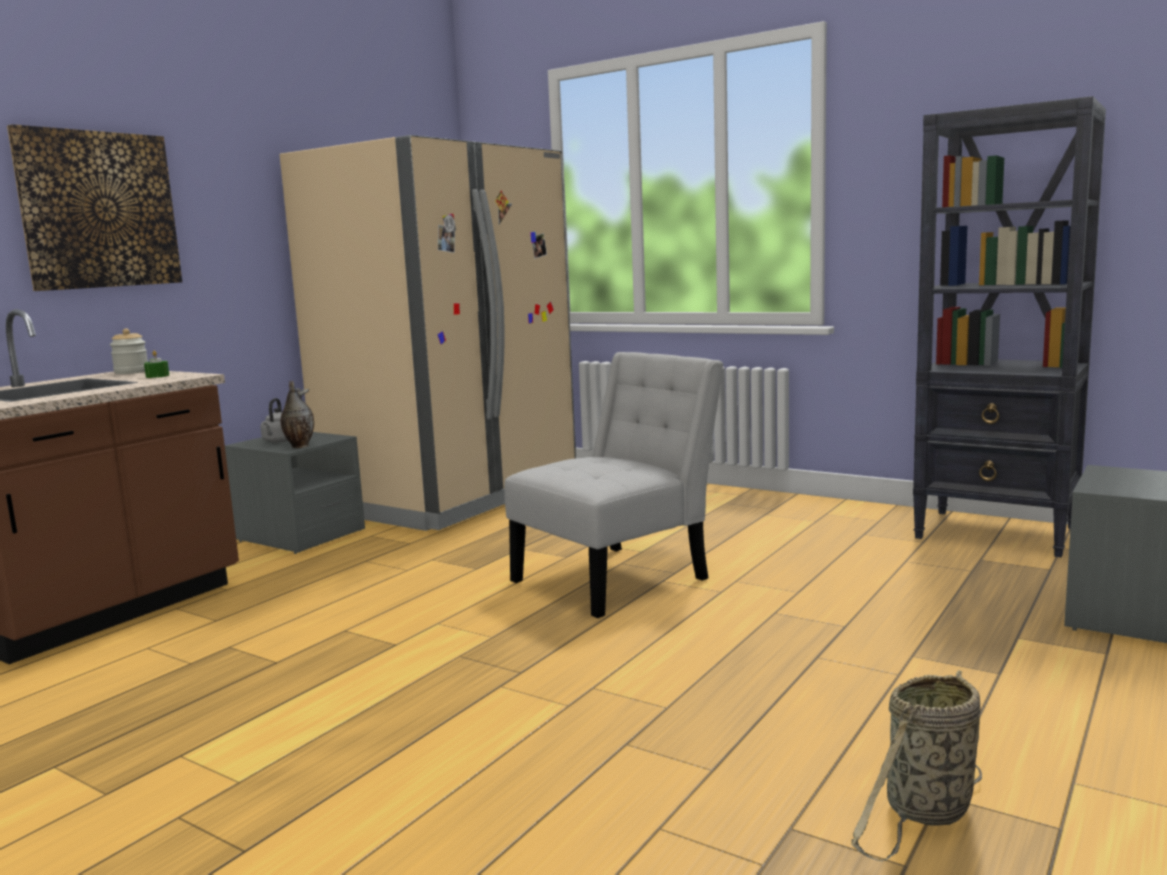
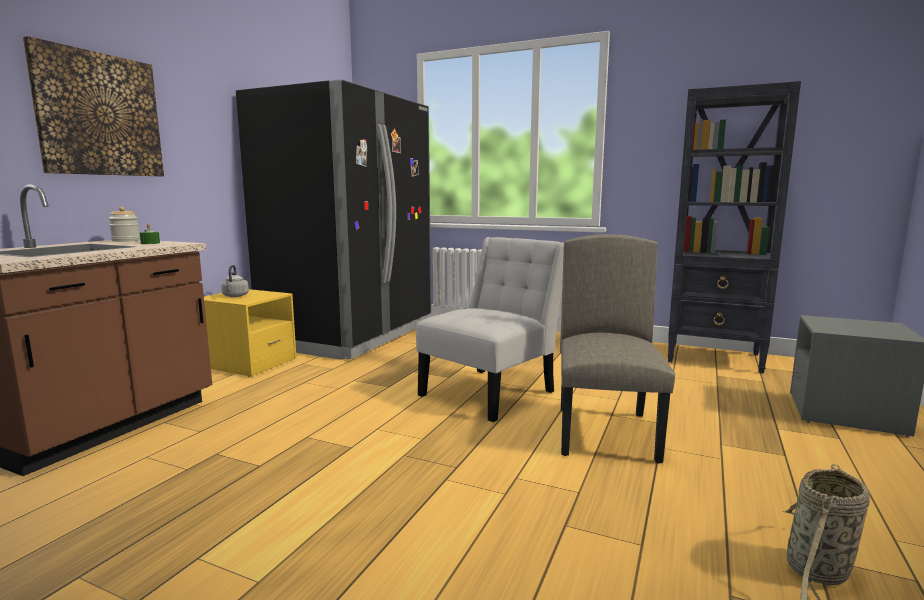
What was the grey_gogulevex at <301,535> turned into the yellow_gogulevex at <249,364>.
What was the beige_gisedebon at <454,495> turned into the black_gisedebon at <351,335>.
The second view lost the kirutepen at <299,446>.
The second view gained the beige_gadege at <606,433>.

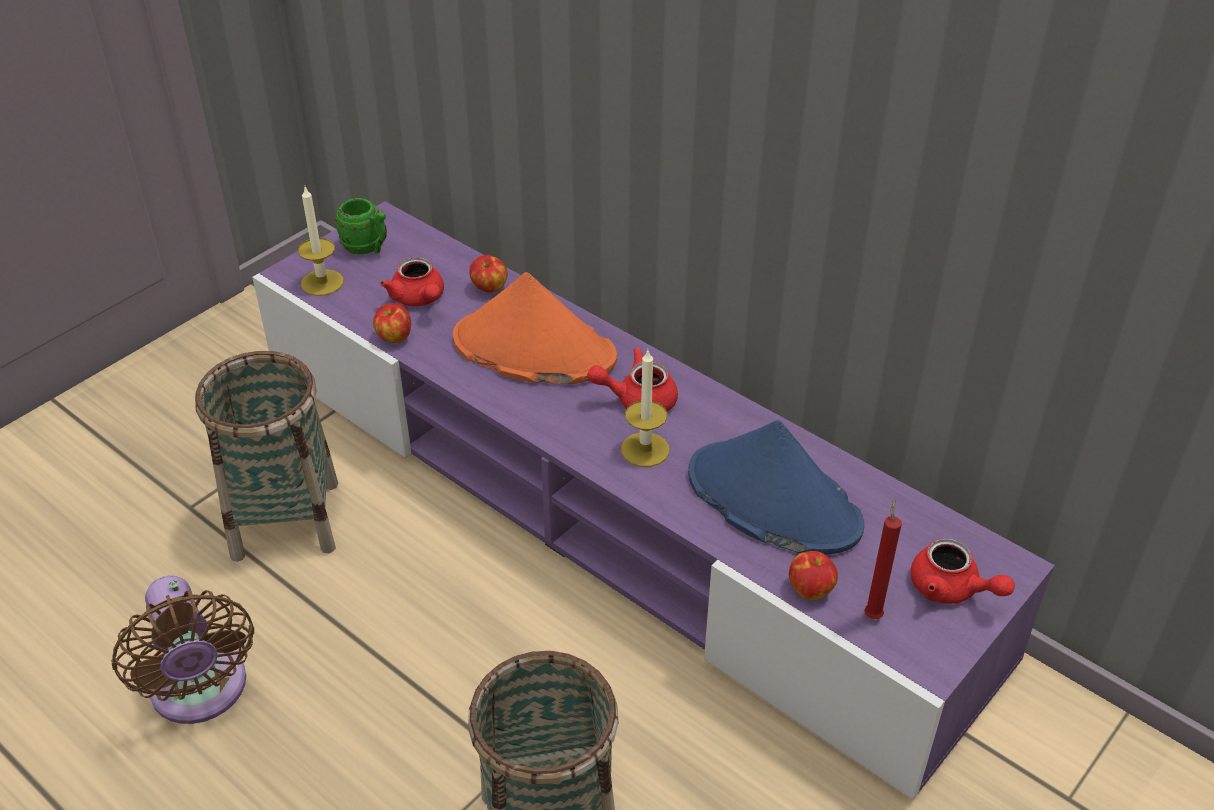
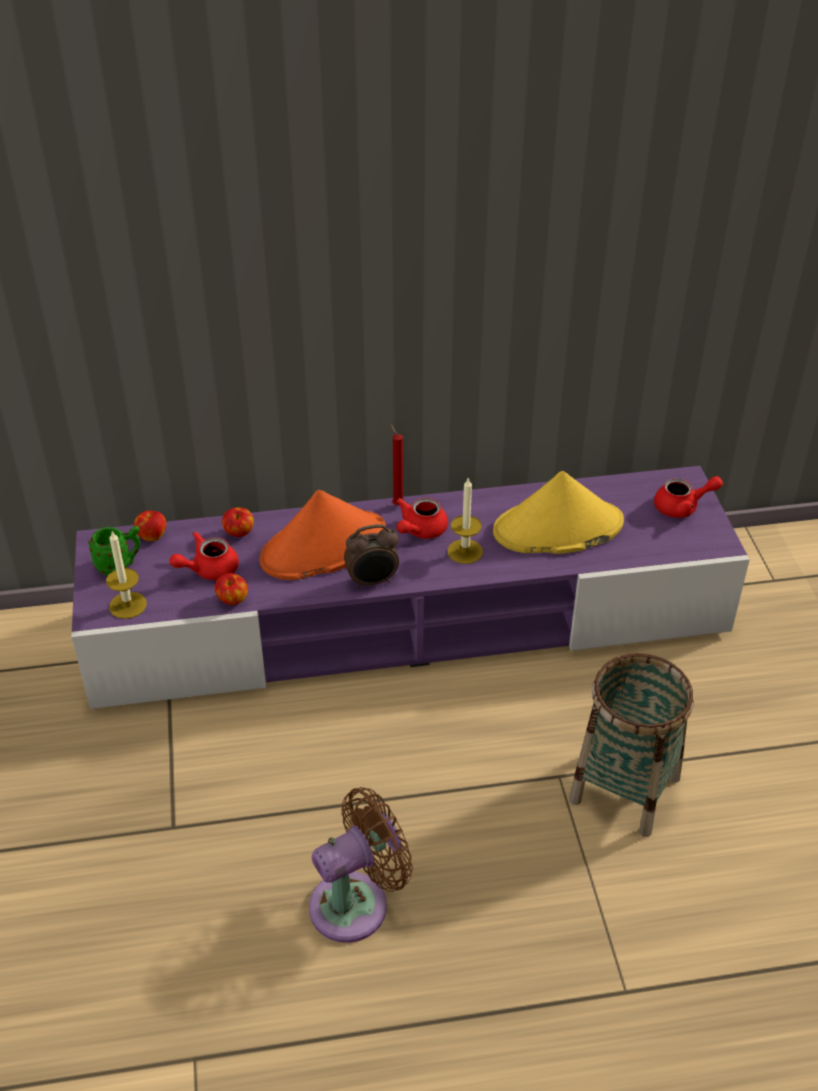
The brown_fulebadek at <201,693> ended up facing another way, 45 degrees counterclockwise from before.
The second view lost the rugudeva at <286,519>.
The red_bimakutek at <419,299> ended up facing another way, 135 degrees clockwise from before.
What was the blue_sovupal at <772,500> turned into the yellow_sovupal at <557,528>.
The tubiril ended up elsewhere, having gone from <810,589> to <152,536>.
The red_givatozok ended up elsewhere, having gone from <873,614> to <397,504>.
The second view gained the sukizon at <372,581>.

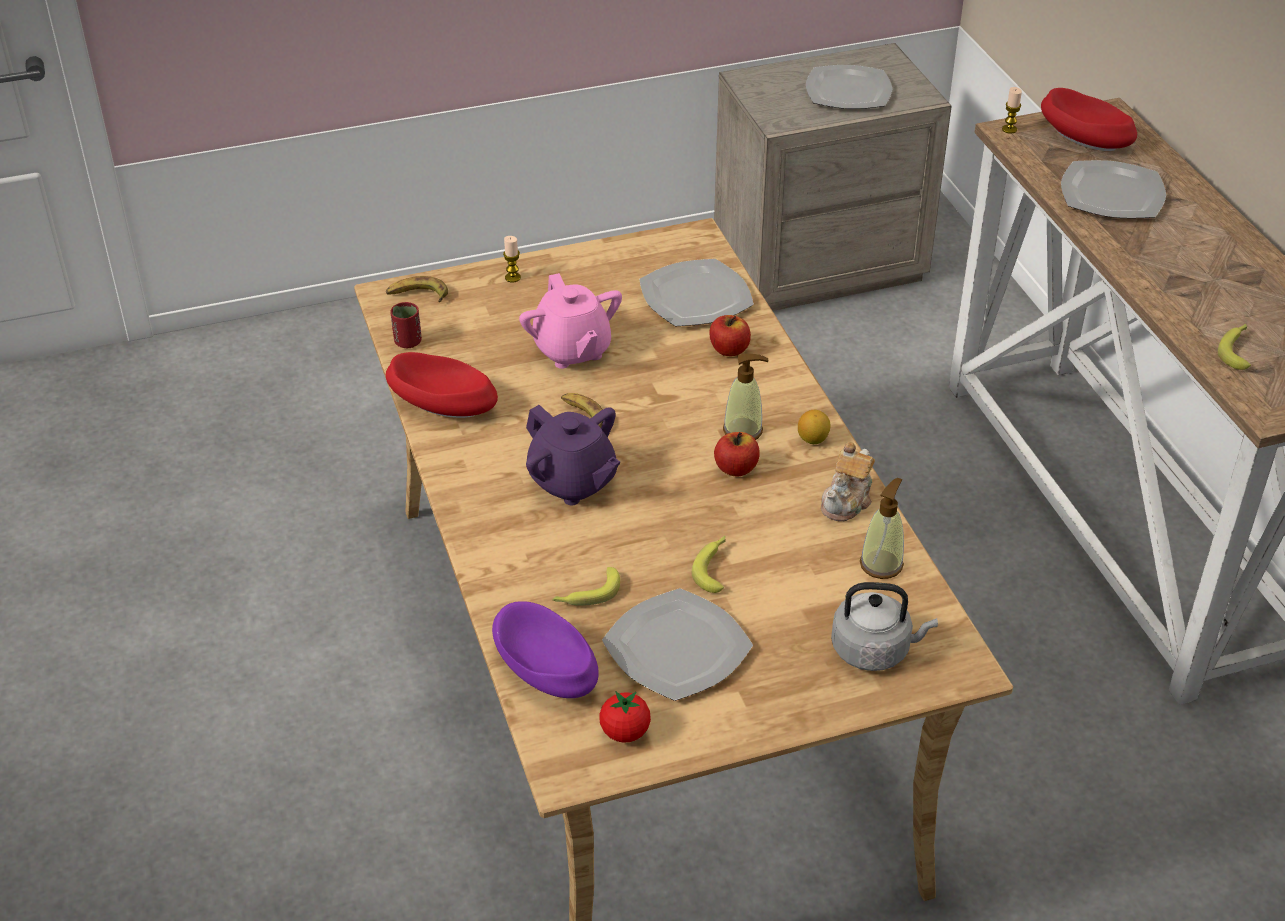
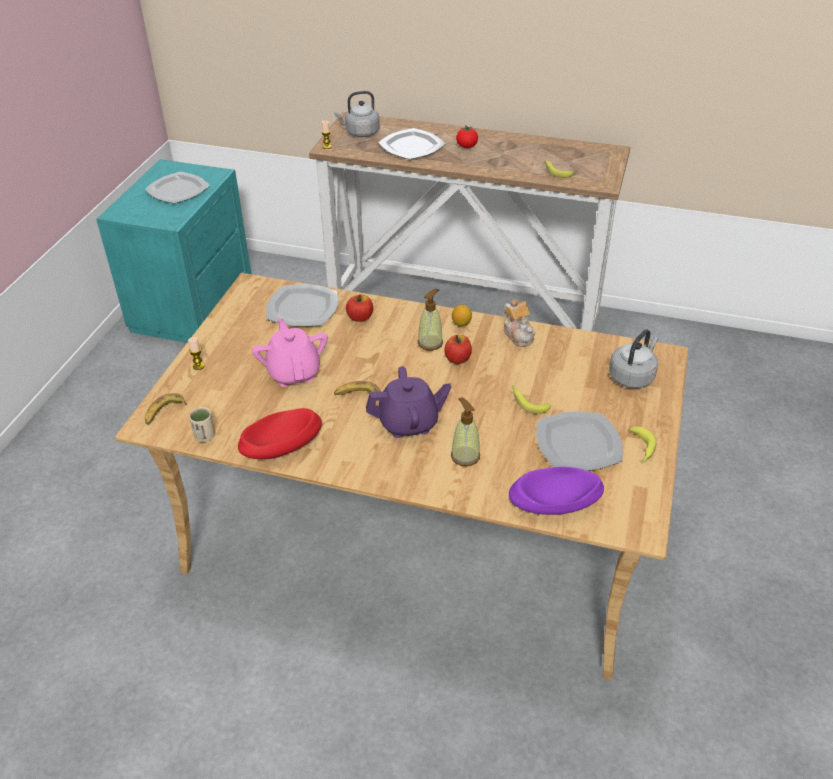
What was the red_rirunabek at <408,342> turned into the beige_rirunabek at <204,436>.
The pink_bimakutek at <572,350> ended up facing another way, 120 degrees counterclockwise from before.
The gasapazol ended up elsewhere, having gone from <587,594> to <642,448>.
The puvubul ended up elsewhere, having gone from <625,732> to <466,146>.
What was the beige_gogulevex at <818,263> turned into the turquoise_gogulevex at <190,305>.
The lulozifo ended up elsewhere, having gone from <881,564> to <465,456>.
Where the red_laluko stood at <1084,137>, the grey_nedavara came to stand at <360,133>.

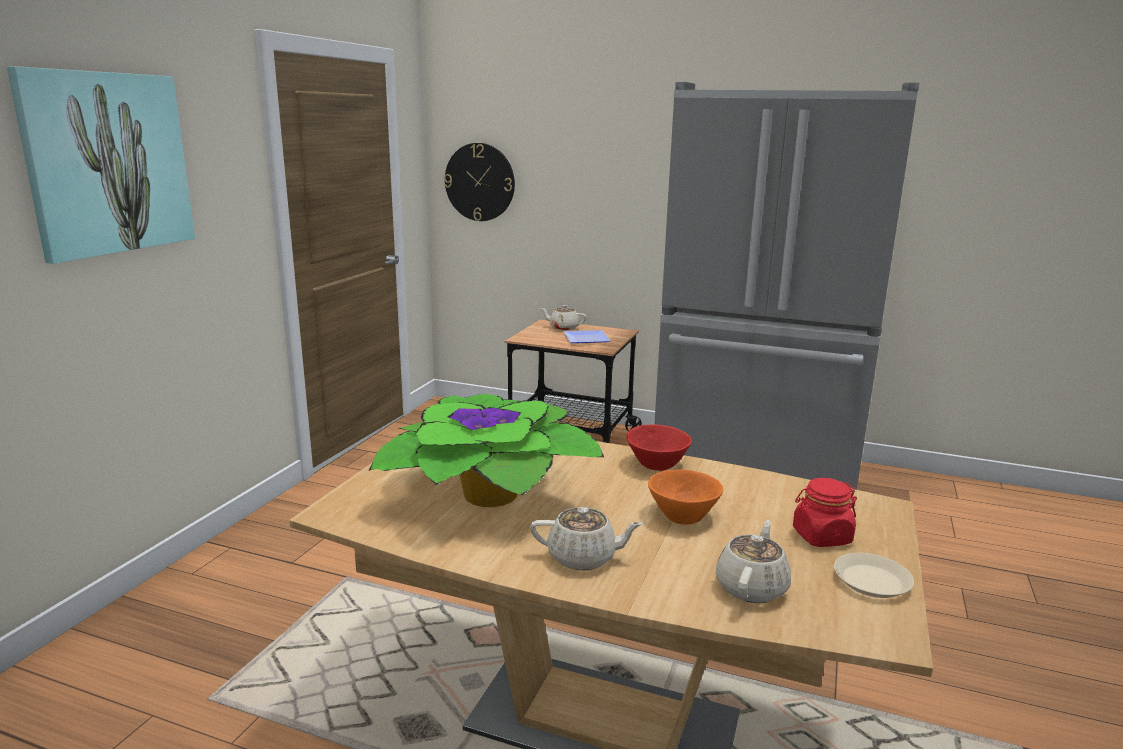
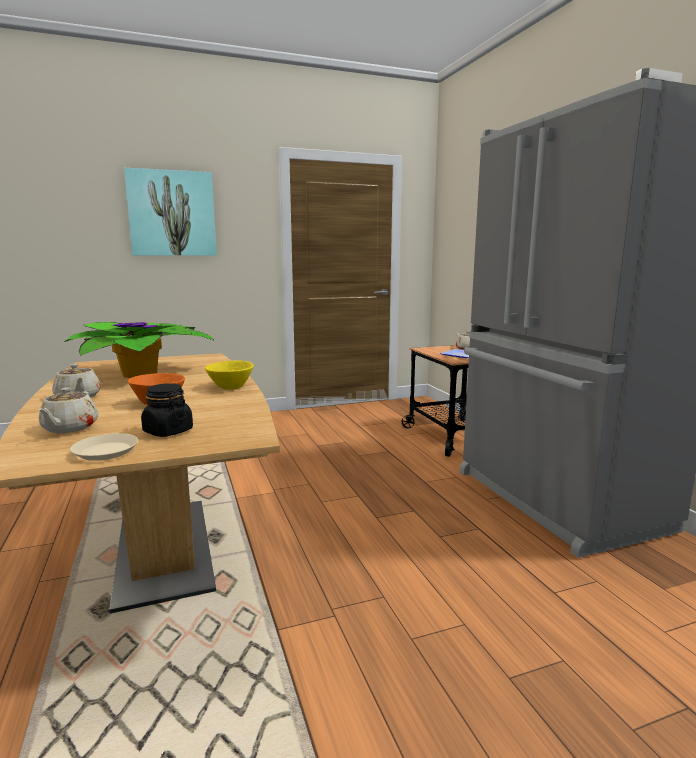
The second view lost the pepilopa at <480,182>.
What was the red_laluko at <655,465> turned into the yellow_laluko at <229,387>.
The beige_bimakutek at <752,587> ended up facing another way, 105 degrees clockwise from before.
What was the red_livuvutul at <821,537> turned into the black_livuvutul at <168,431>.

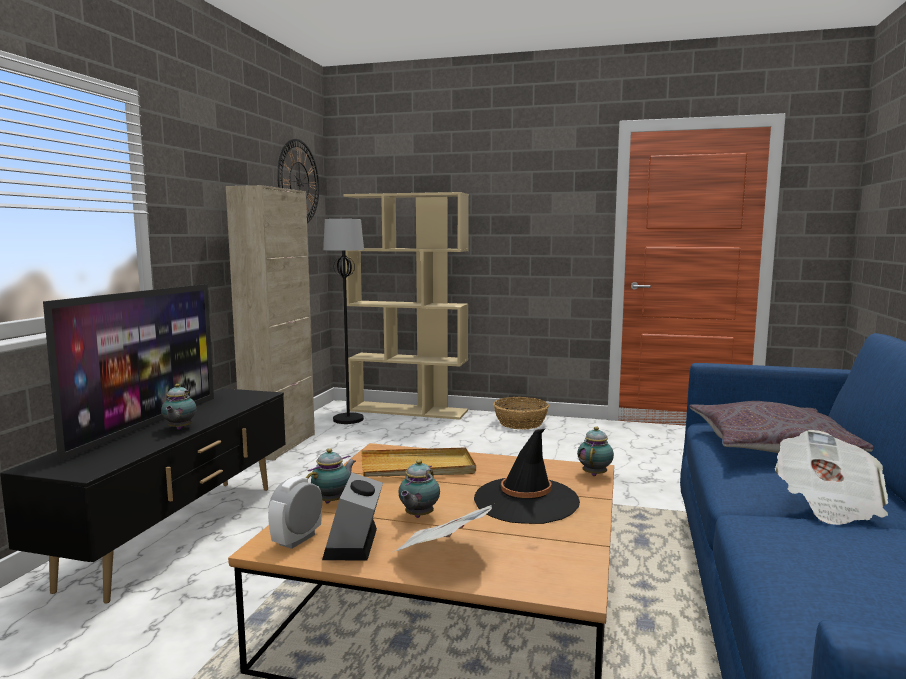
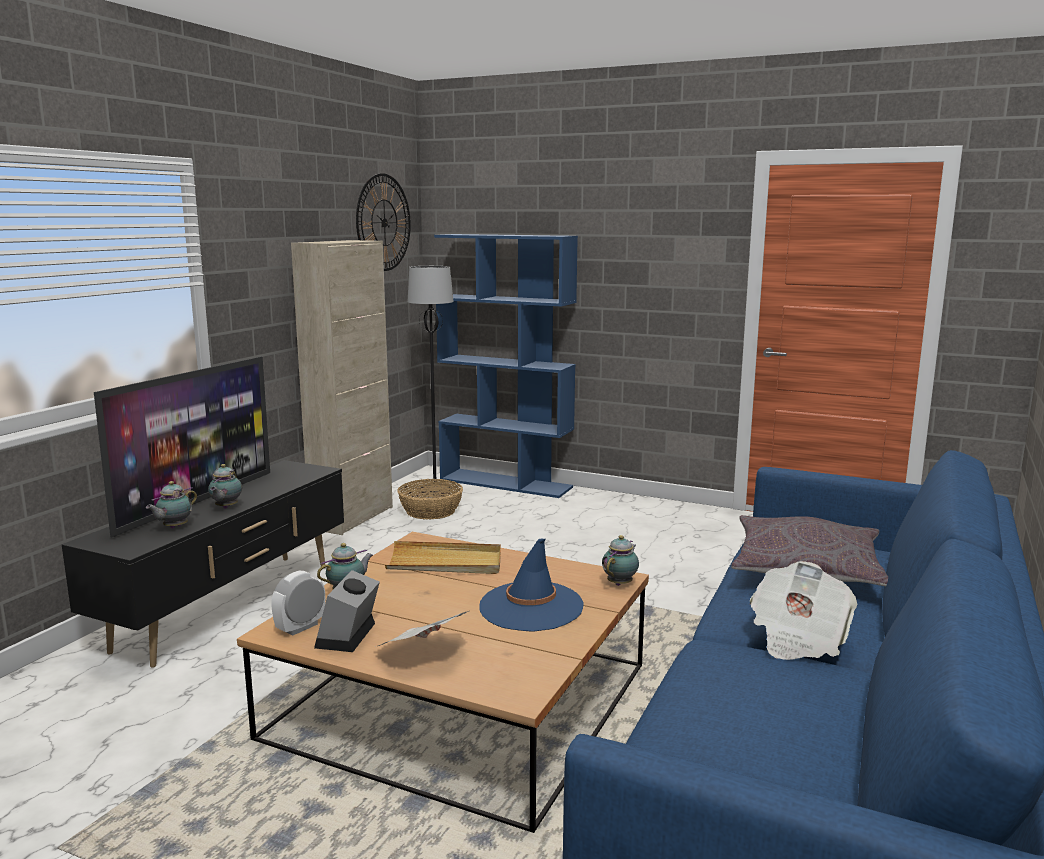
What was the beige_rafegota at <409,410> turned into the blue_rafegota at <506,483>.
The bimakutek ended up elsewhere, having gone from <418,516> to <174,527>.
What was the black_sovupal at <526,501> turned into the blue_sovupal at <531,607>.
The rugudeva ended up elsewhere, having gone from <521,423> to <431,511>.

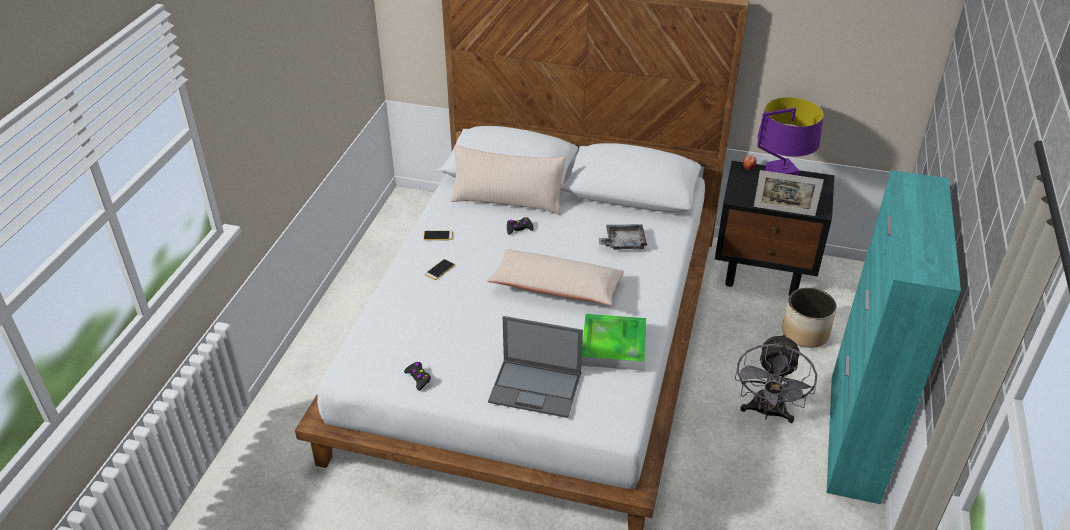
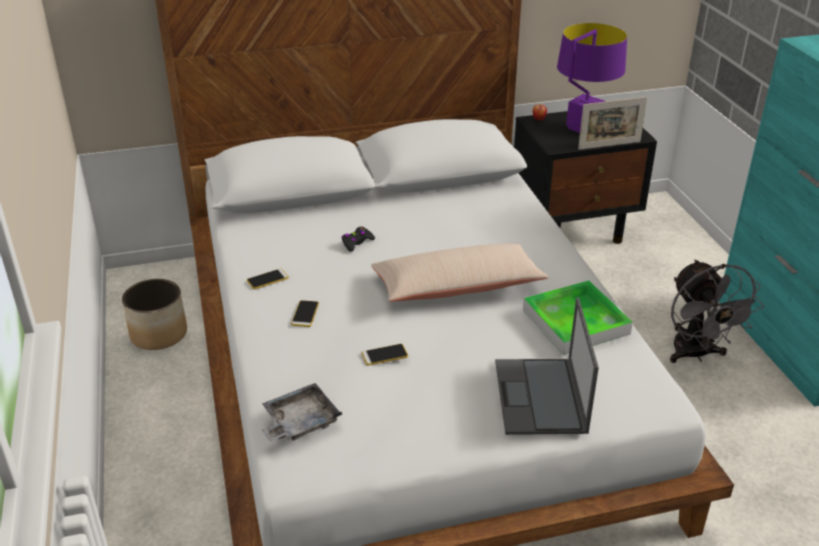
The second view lost the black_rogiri at <418,378>.
The second view lost the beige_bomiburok at <507,200>.
The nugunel at <536,388> ended up facing another way, 105 degrees clockwise from before.
The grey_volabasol ended up elsewhere, having gone from <623,242> to <300,422>.
The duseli ended up elsewhere, having gone from <805,333> to <159,334>.
The second view gained the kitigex at <384,355>.

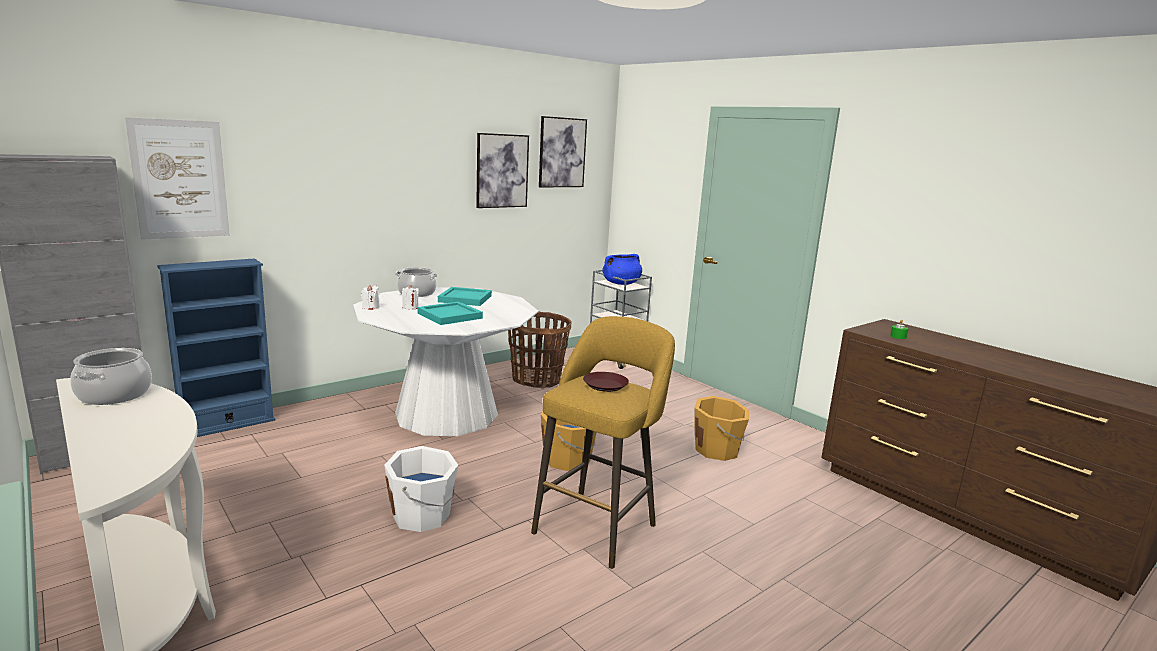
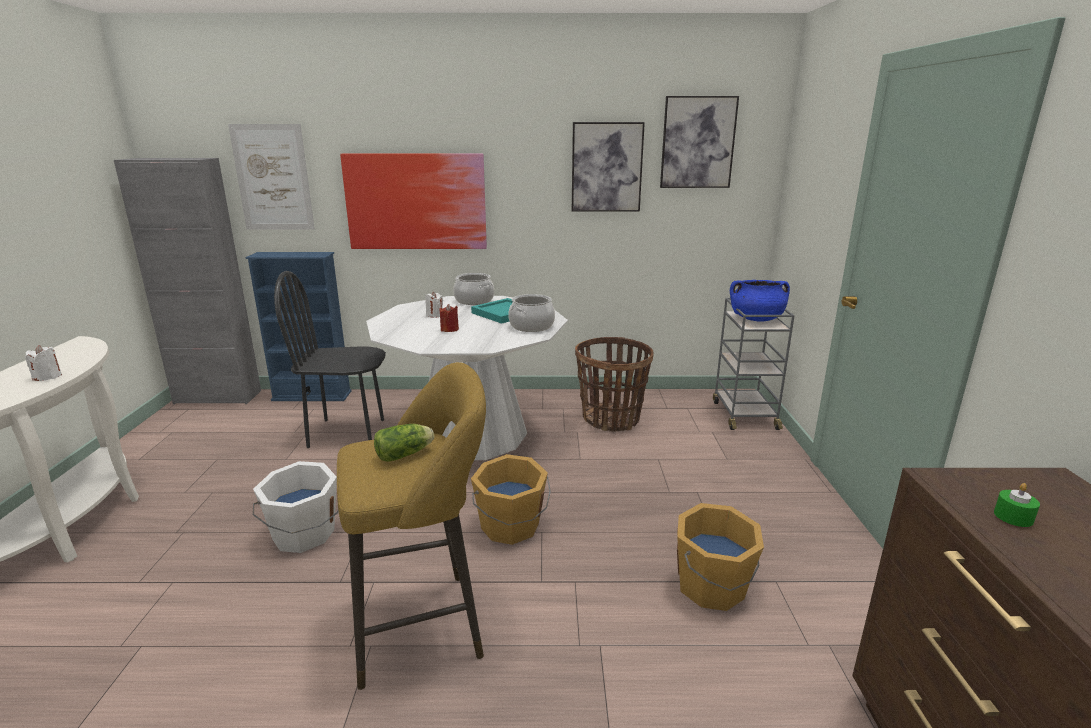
The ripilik ended up elsewhere, having gone from <115,395> to <532,326>.
The white_givatozok ended up elsewhere, having gone from <370,308> to <48,377>.
Where the turquoise_volabasol stood at <450,315>, the red_givatozok came to stand at <449,329>.
Where the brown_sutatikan stood at <605,385>, the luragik came to stand at <406,454>.
The second view gained the black_gadege at <347,432>.
The second view gained the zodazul at <416,202>.

